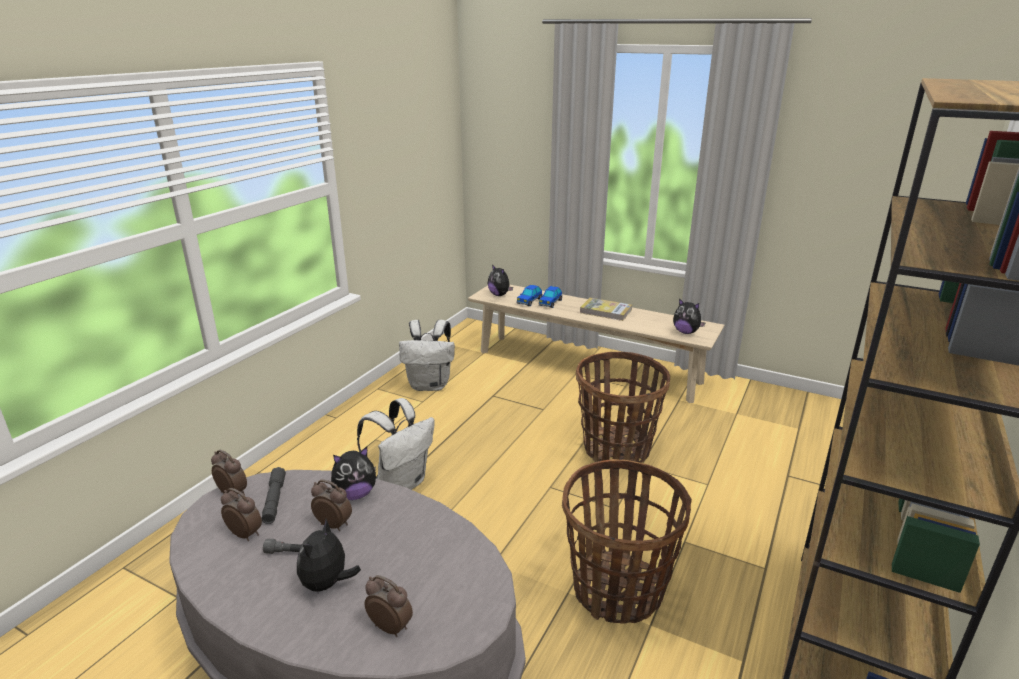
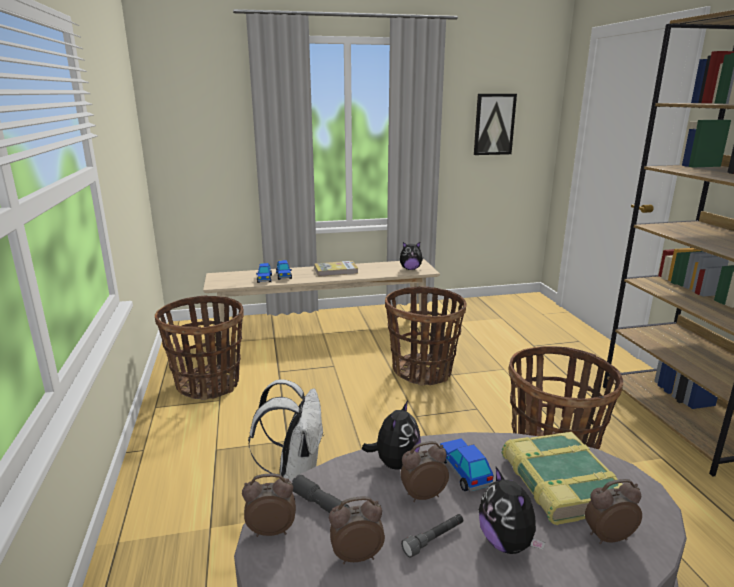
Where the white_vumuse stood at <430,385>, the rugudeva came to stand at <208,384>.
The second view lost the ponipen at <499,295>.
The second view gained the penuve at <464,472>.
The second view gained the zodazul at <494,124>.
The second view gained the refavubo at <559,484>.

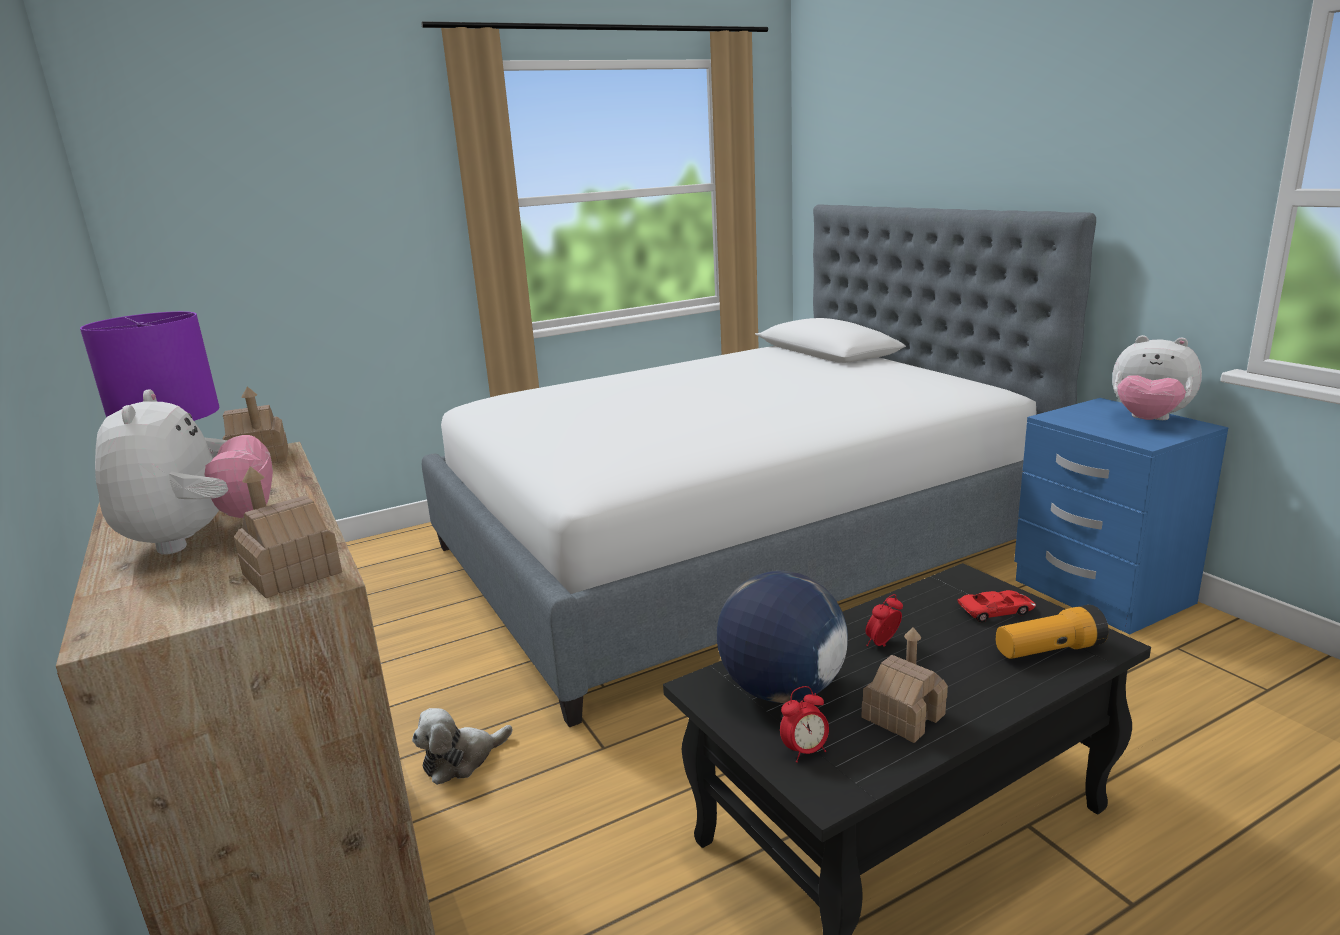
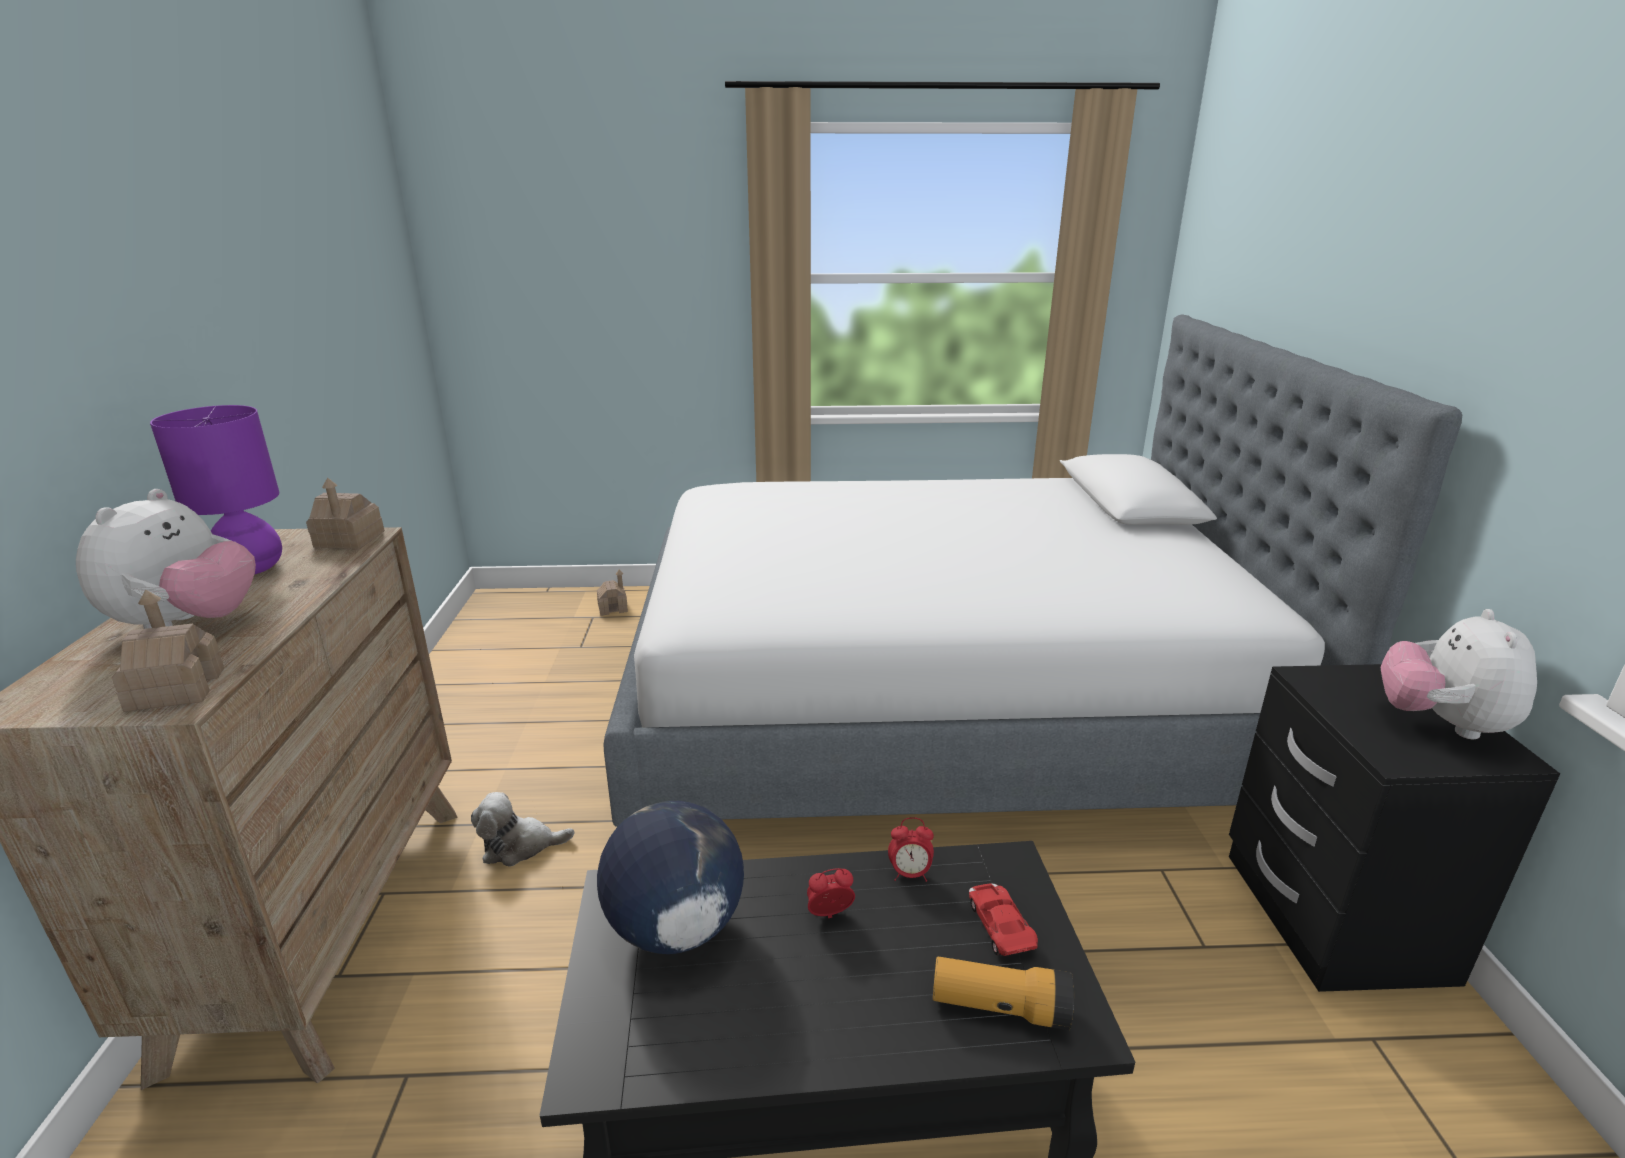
The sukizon ended up elsewhere, having gone from <805,751> to <910,874>.
The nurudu ended up elsewhere, having gone from <903,716> to <613,608>.
The red_penuve at <996,611> ended up facing another way, 120 degrees counterclockwise from before.
What was the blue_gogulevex at <1100,593> turned into the black_gogulevex at <1331,916>.
The ponipen at <1148,420> ended up facing another way, 45 degrees clockwise from before.

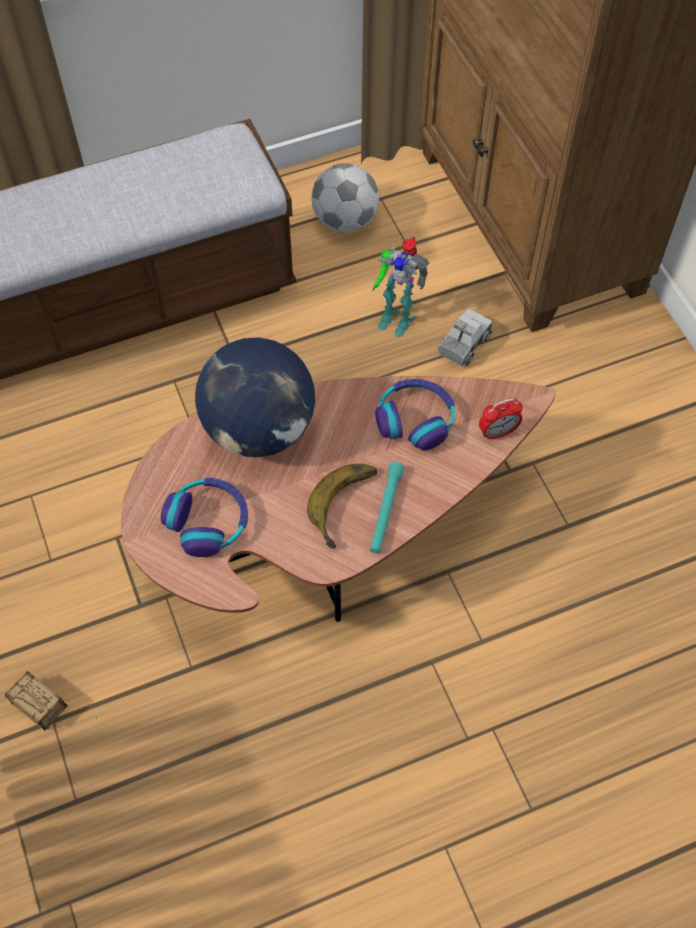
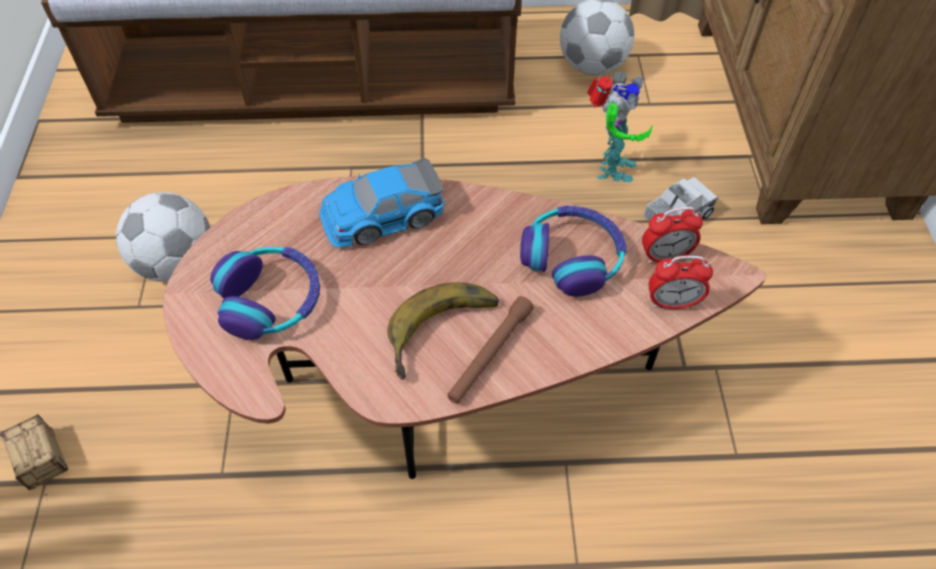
Where the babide stood at <259,429>, the penuve came to stand at <382,215>.
What was the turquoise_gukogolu at <385,511> turned into the brown_gukogolu at <490,354>.
The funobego at <395,317> ended up facing another way, 120 degrees counterclockwise from before.
The second view gained the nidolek at <177,264>.
The second view gained the sukizon at <665,256>.

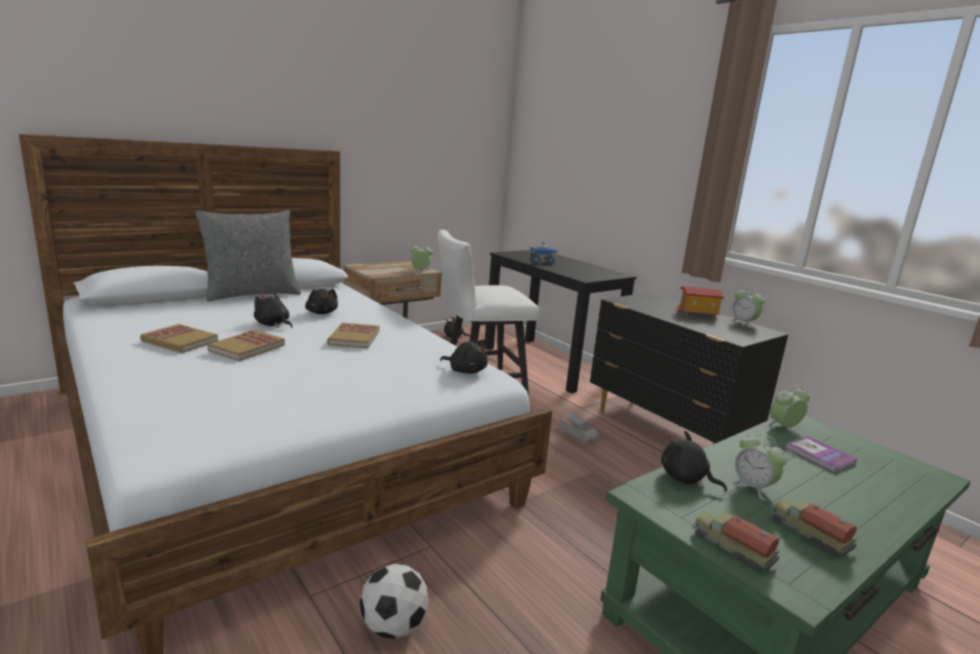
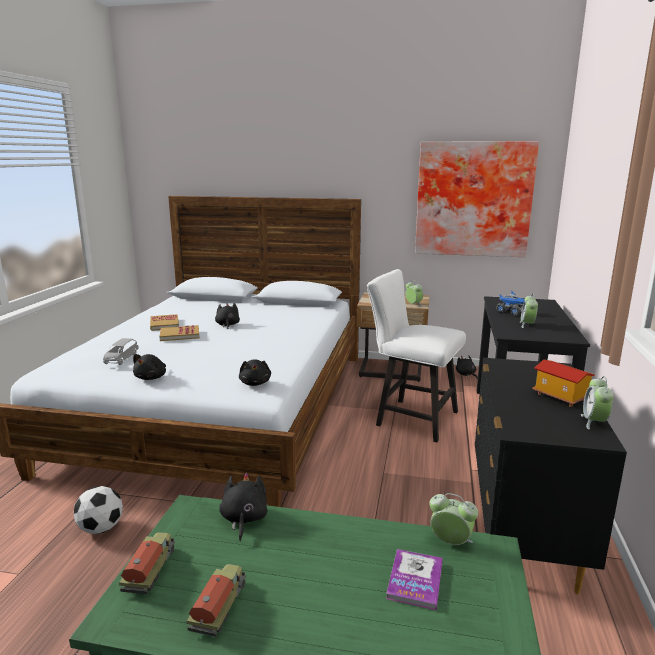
The second view lost the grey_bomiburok at <252,294>.
The black_ponipen ended up elsewhere, having gone from <321,313> to <151,377>.
The second view lost the refavubo at <354,338>.
The grey_penuve ended up elsewhere, having gone from <578,435> to <121,359>.
The sukizon ended up elsewhere, having gone from <753,488> to <527,325>.
The second view gained the zodazul at <473,199>.

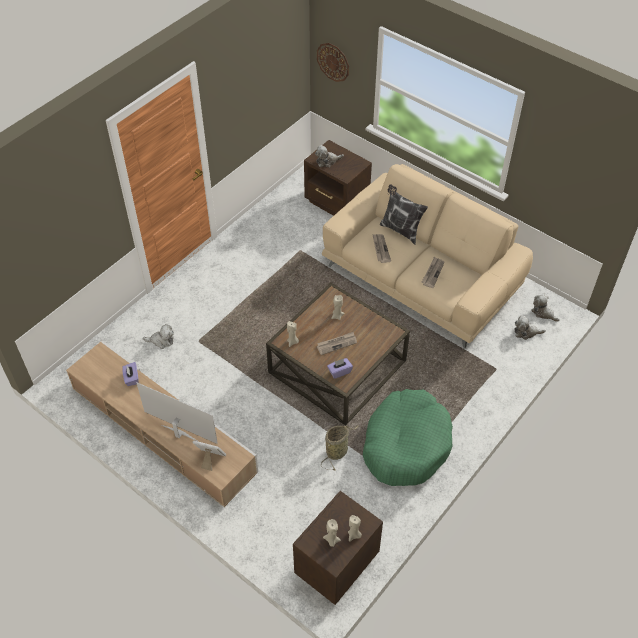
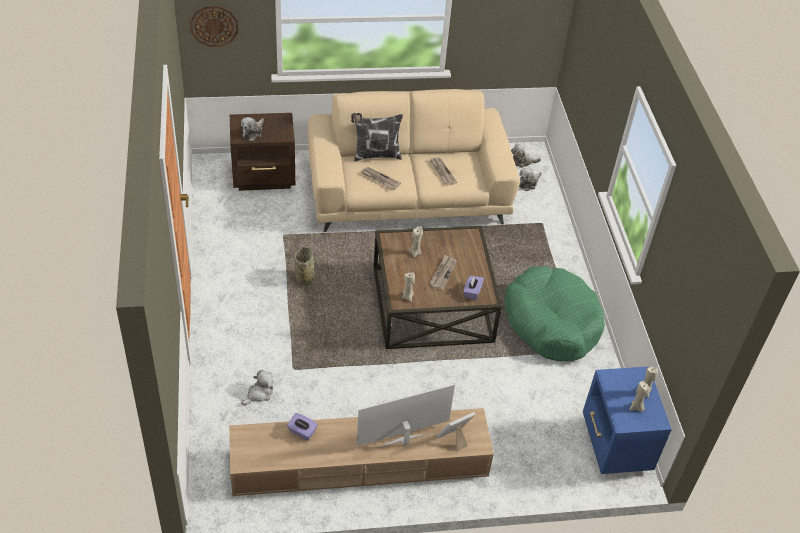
What was the brown_gogulevex at <335,565> turned into the blue_gogulevex at <615,446>.
The rugudeva ended up elsewhere, having gone from <337,451> to <304,278>.

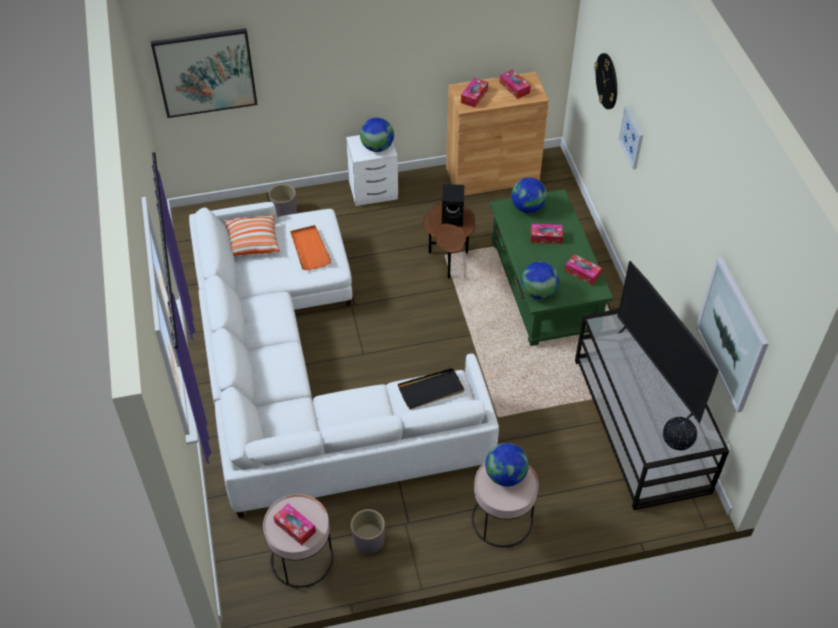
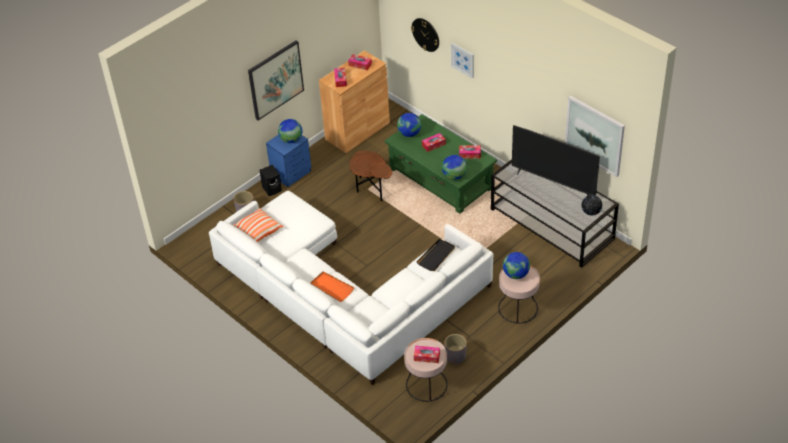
The zodazul ended up elsewhere, having gone from <205,72> to <275,79>.
The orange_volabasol ended up elsewhere, having gone from <310,249> to <331,288>.
What was the white_gogulevex at <374,191> turned into the blue_gogulevex at <292,173>.
The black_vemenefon ended up elsewhere, having gone from <453,218> to <272,189>.

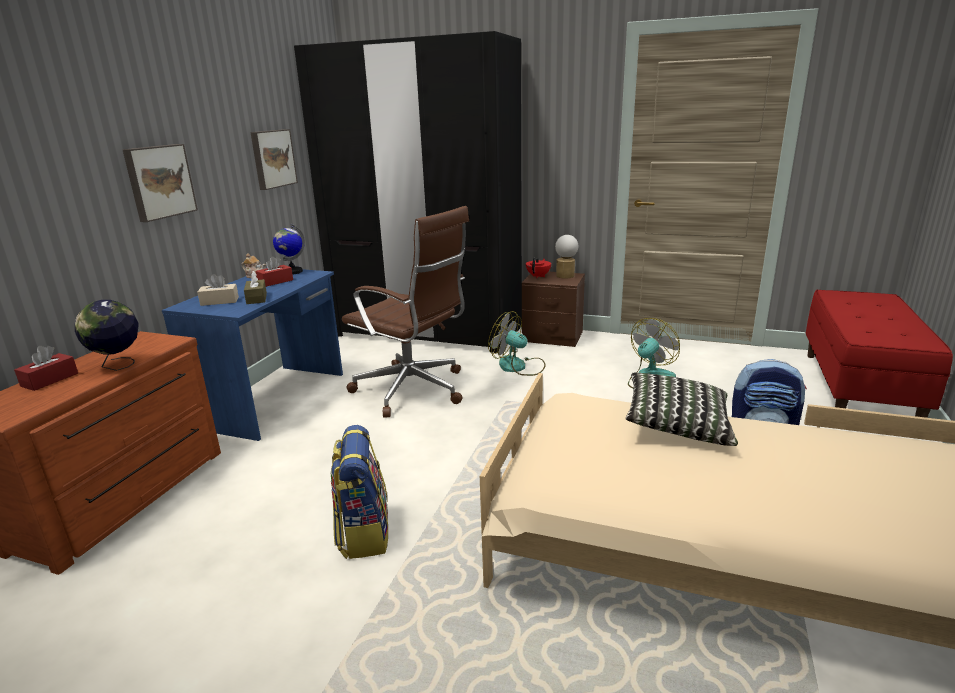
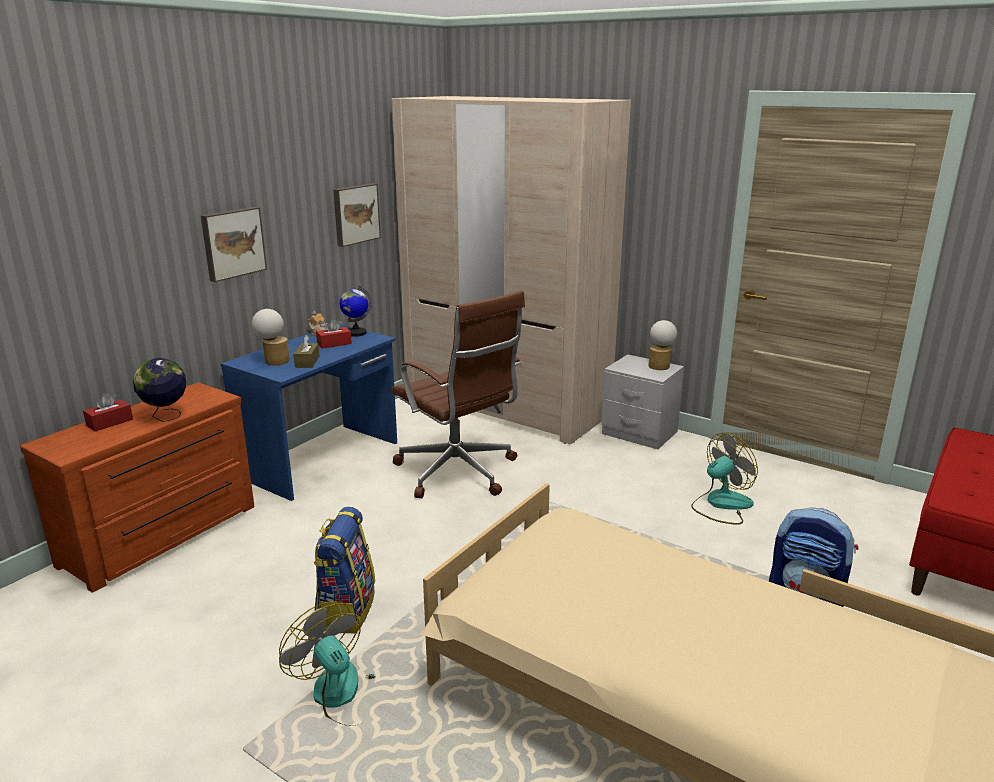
Where the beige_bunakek stood at <219,301>, the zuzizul came to stand at <273,360>.
What was the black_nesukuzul at <427,331> turned into the beige_nesukuzul at <505,405>.
The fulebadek ended up elsewhere, having gone from <518,367> to <345,695>.
What was the brown_gogulevex at <552,337> turned into the grey_gogulevex at <639,433>.
The second view lost the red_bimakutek at <538,276>.
The second view lost the bomiburok at <677,425>.

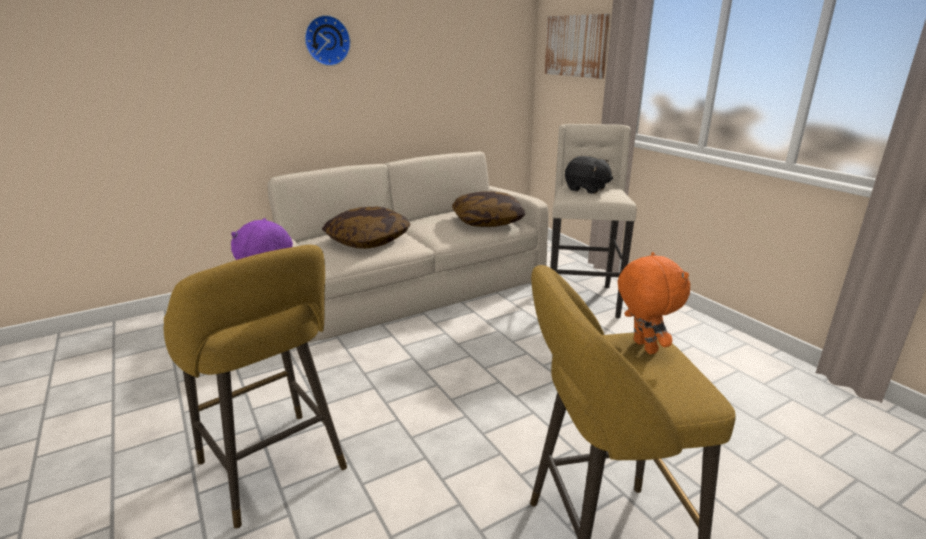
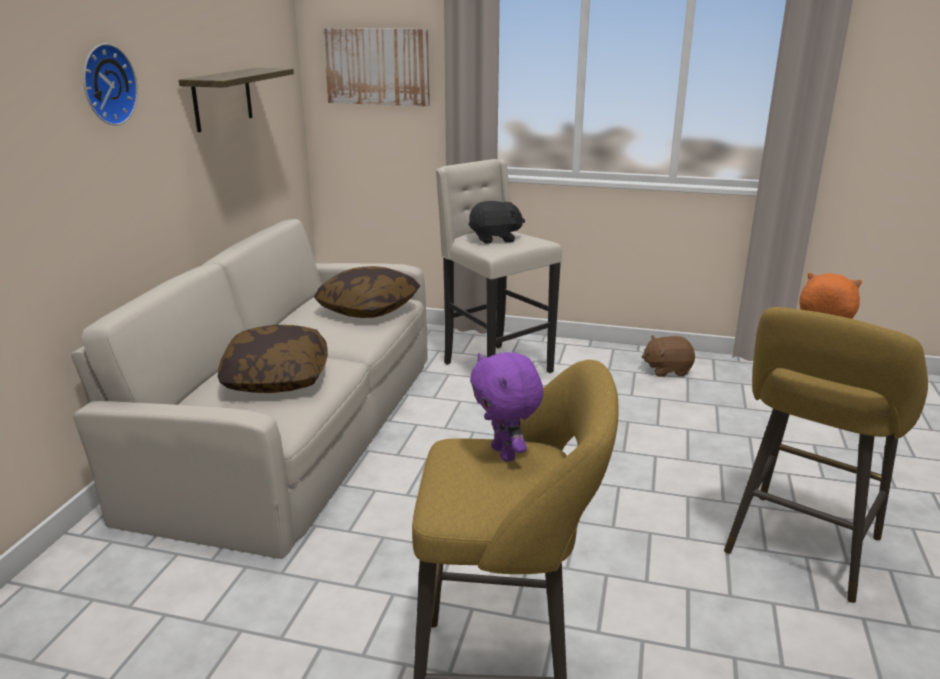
The second view gained the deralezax at <222,99>.
The second view gained the brown_ponipen at <667,370>.

